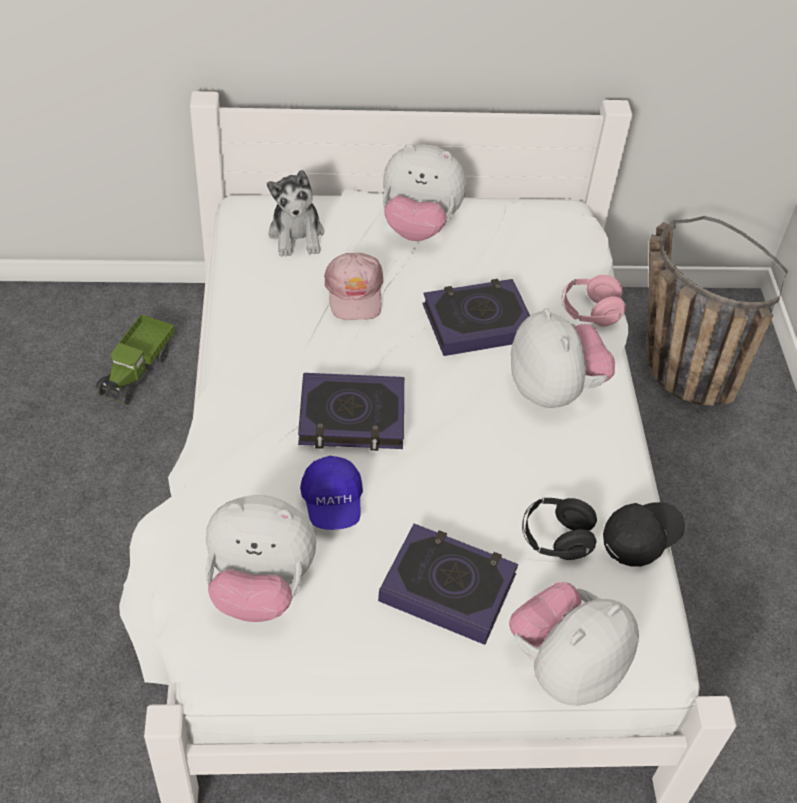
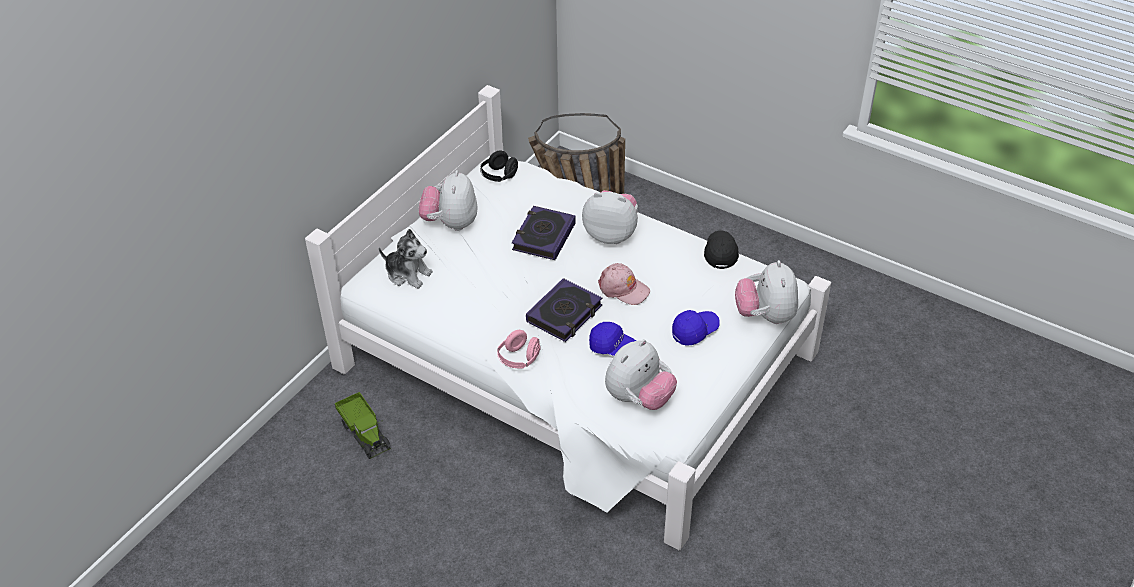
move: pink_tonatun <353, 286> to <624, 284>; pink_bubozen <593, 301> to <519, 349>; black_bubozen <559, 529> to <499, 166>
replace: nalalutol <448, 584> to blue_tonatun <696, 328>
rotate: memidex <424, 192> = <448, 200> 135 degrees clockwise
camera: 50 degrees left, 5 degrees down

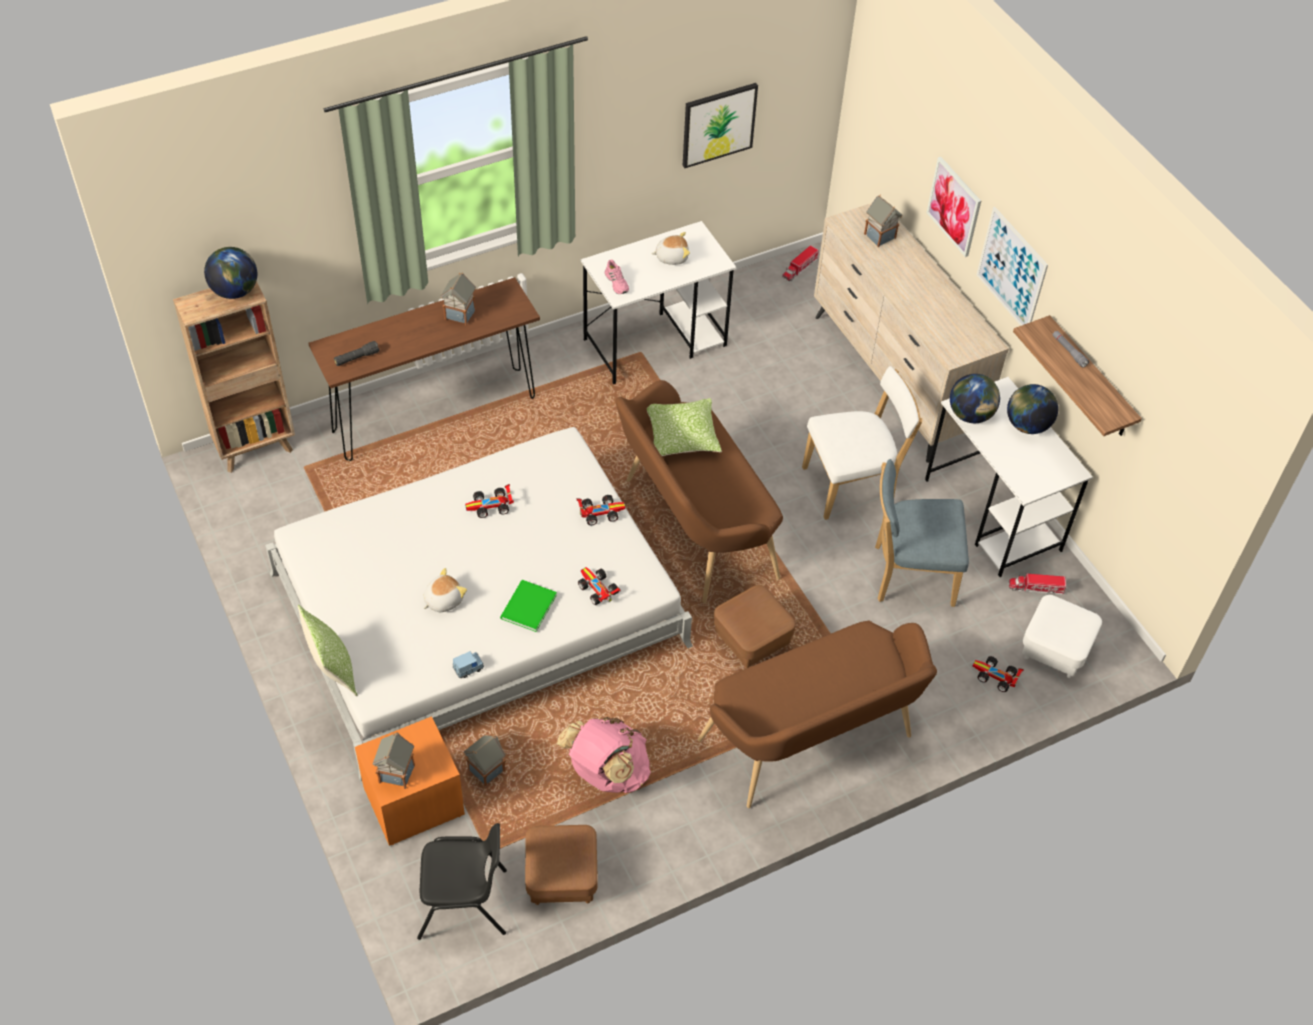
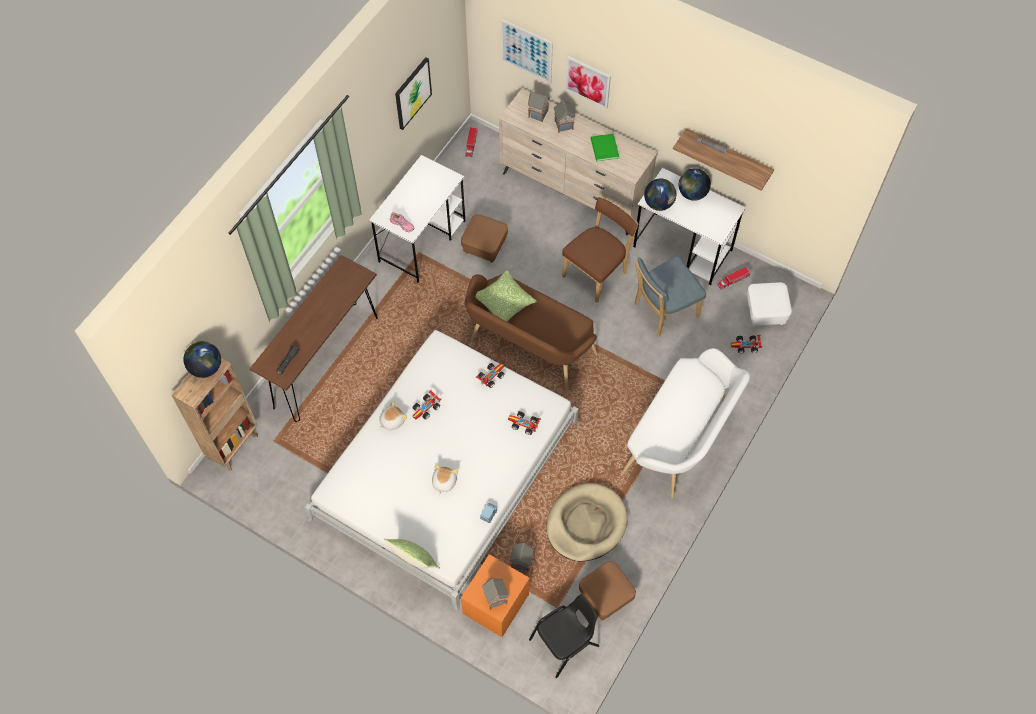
move: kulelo <1012, 266> to <527, 51>; memidex <670, 248> to <393, 415>; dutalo <458, 298> to <565, 116>; green_nalalutol <528, 606> to <605, 147>; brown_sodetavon <754, 626> to <484, 238>
replace: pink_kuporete <604, 755> to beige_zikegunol <587, 522>
recolor: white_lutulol <862, 443> to brown_lutulol <600, 250>; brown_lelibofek <817, 714> to white_lelibofek <685, 423>
camera: 30 degrees left, 10 degrees up

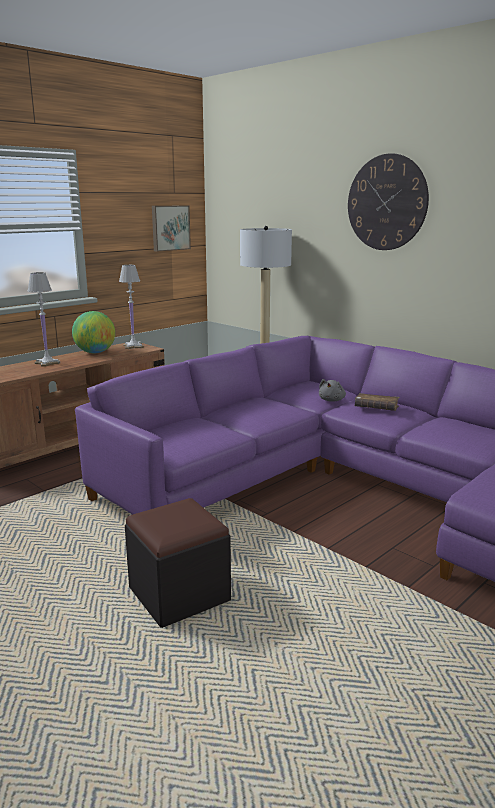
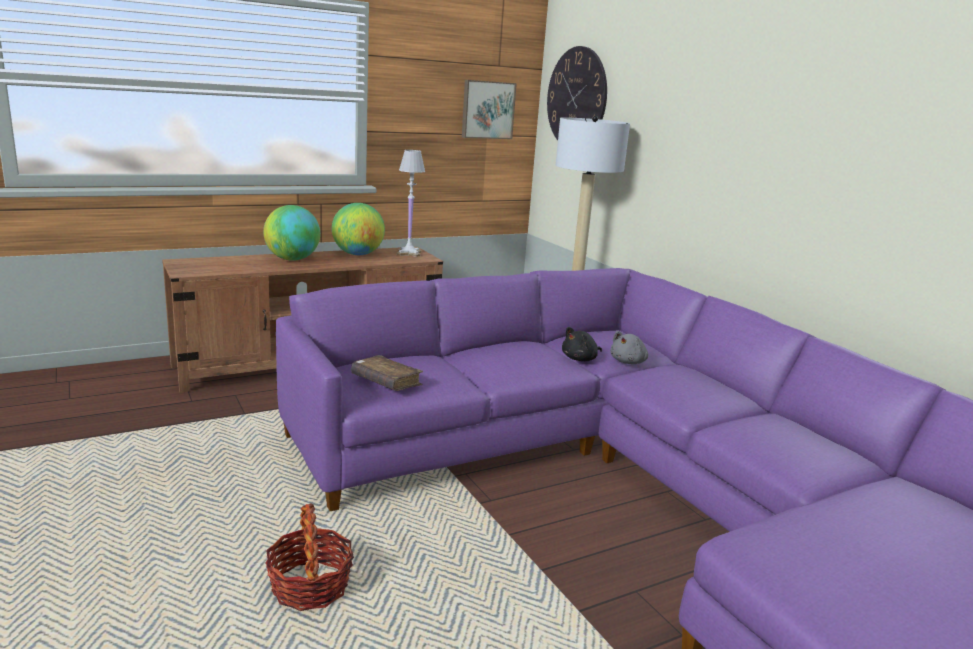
insert: black_memidex <582, 344>
move: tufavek <388, 201> to <577, 93>; brown_nalalutol <377, 402> to <387, 373>
replace: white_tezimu <44, 319> to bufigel <291, 233>; black_sodetavon <178, 563> to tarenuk <310, 557>
camera: 15 degrees right, 0 degrees up

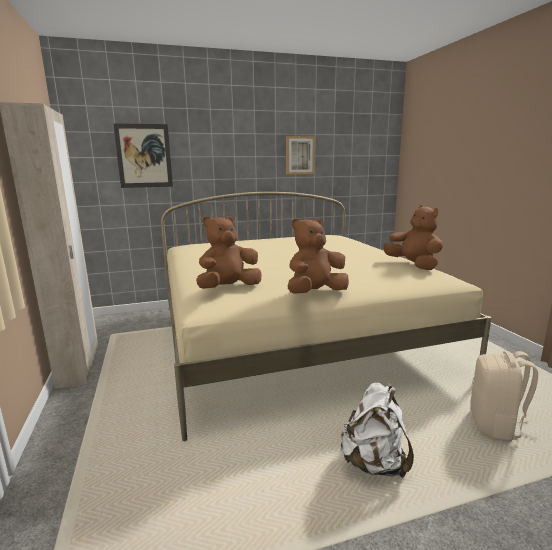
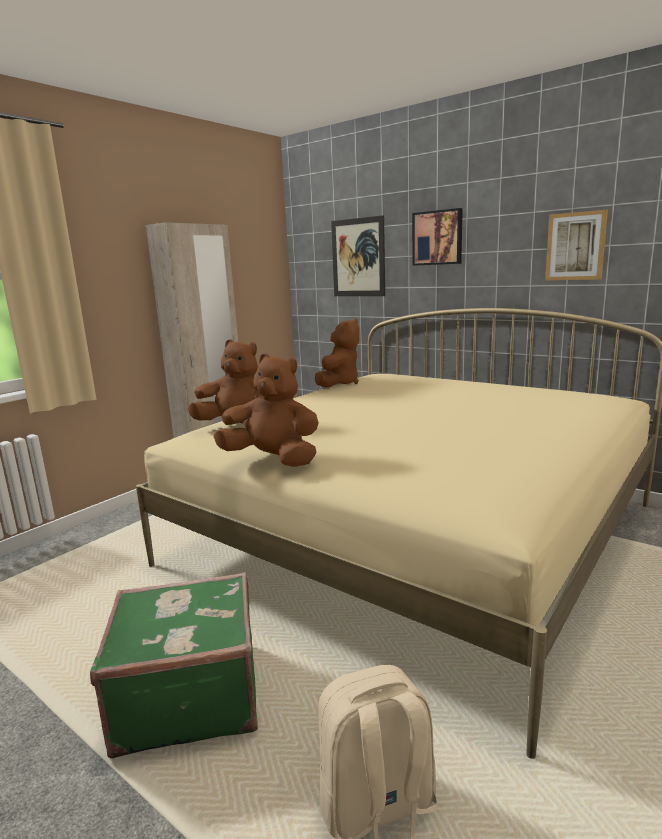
insert: kulelo <437, 237>
move: brown_memidex <413, 237> to <337, 353>
replace: white_kuporete <376, 430> to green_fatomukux <174, 665>
camera: 55 degrees right, 0 degrees up

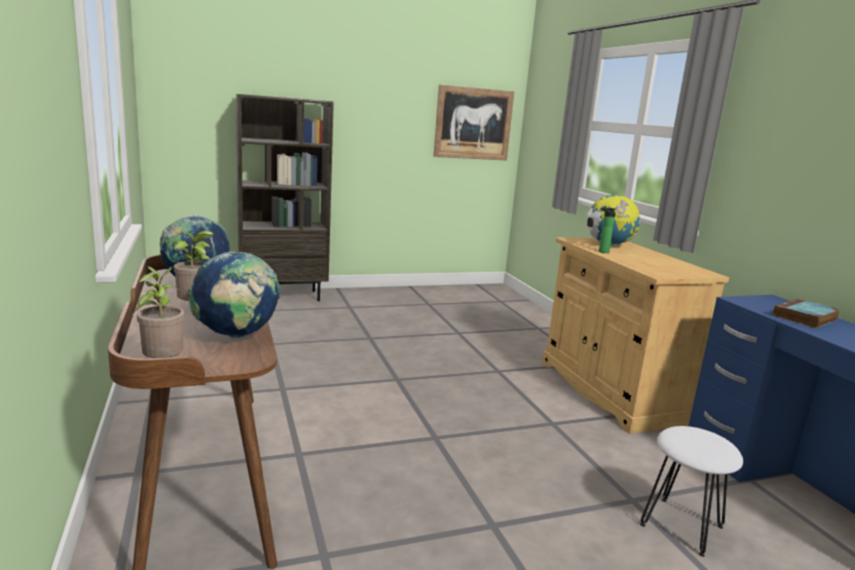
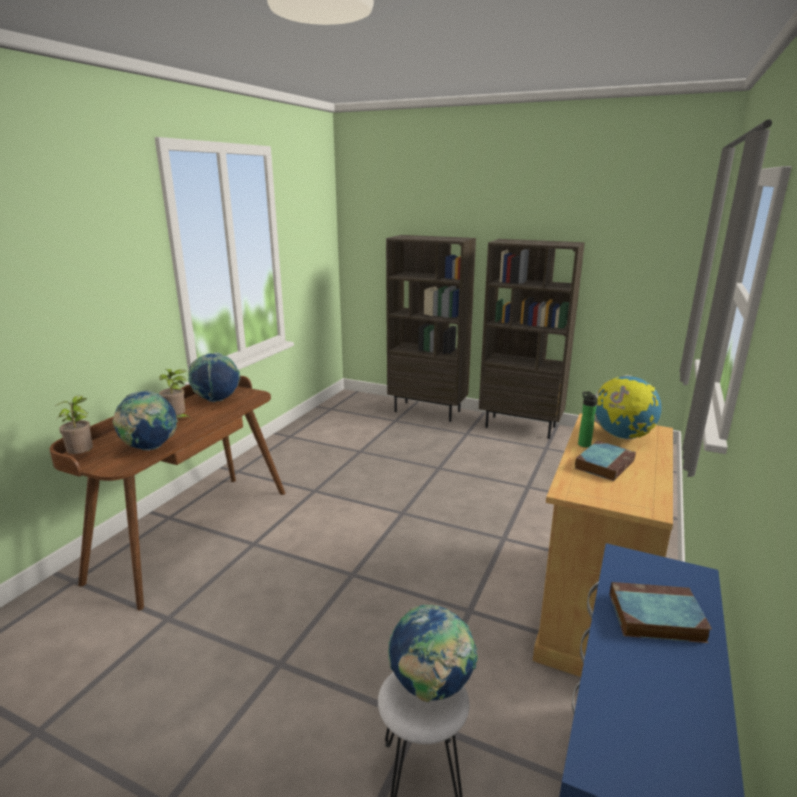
delete: kulelo <473, 122>
insert: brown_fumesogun <532, 339>; nalalutol <605, 461>; bufigel <433, 653>
camera: 45 degrees right, 5 degrees up

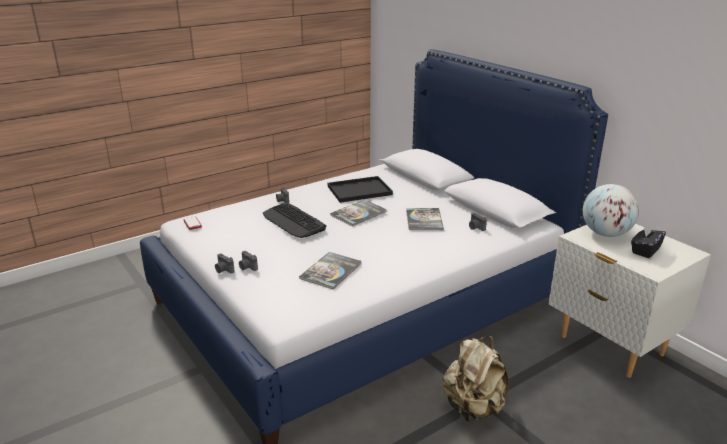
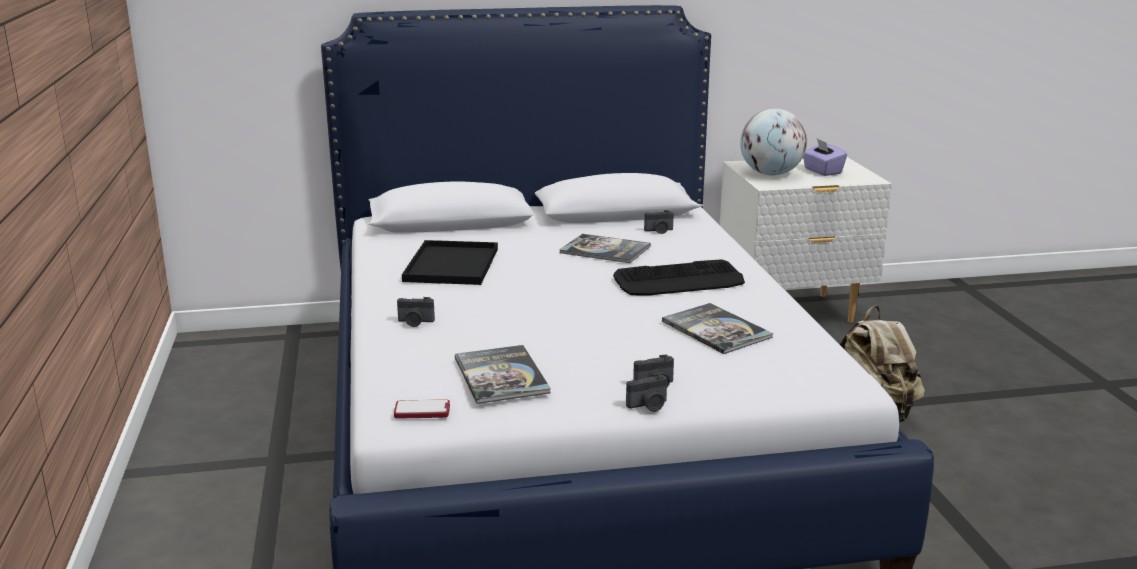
move: nalalutol <358, 213> to <503, 374>; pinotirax <294, 220> to <679, 277>
recolor: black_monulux <648, 240> to purple_monulux <825, 157>
camera: 65 degrees left, 5 degrees down

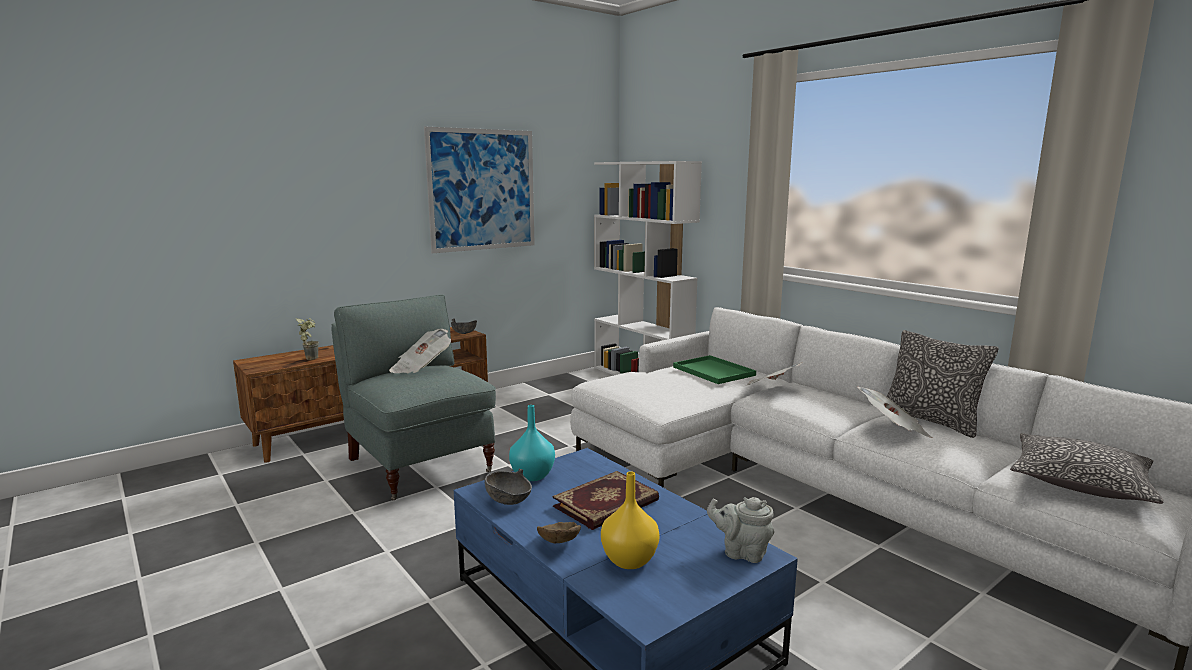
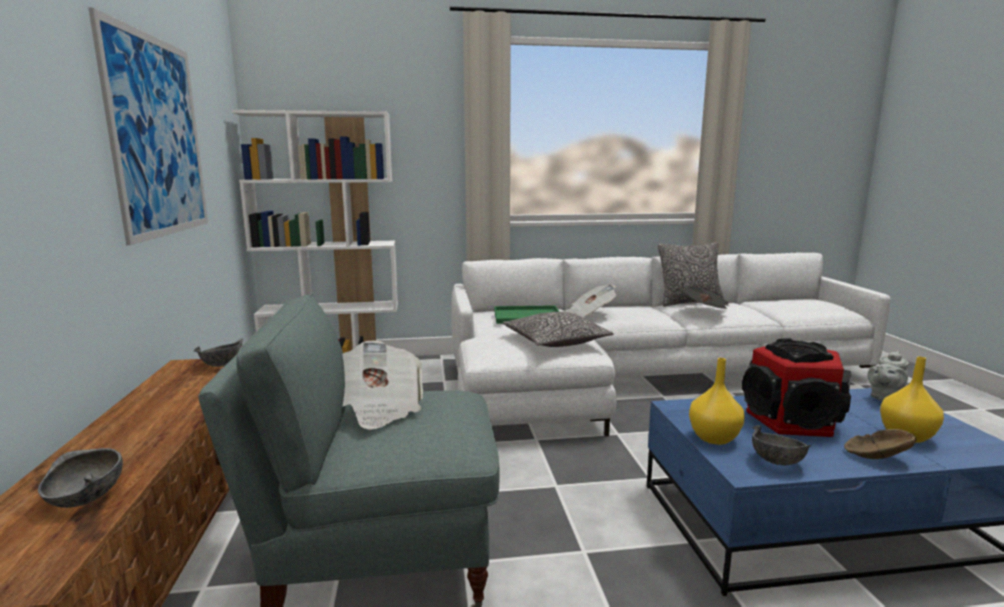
move: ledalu <1086, 468> to <558, 329>
replace: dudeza <307, 339> to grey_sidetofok <80, 478>; nalalutol <606, 500> to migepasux <797, 387>
recolor: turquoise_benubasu <532, 443> to yellow_benubasu <717, 401>
camera: 60 degrees left, 0 degrees up

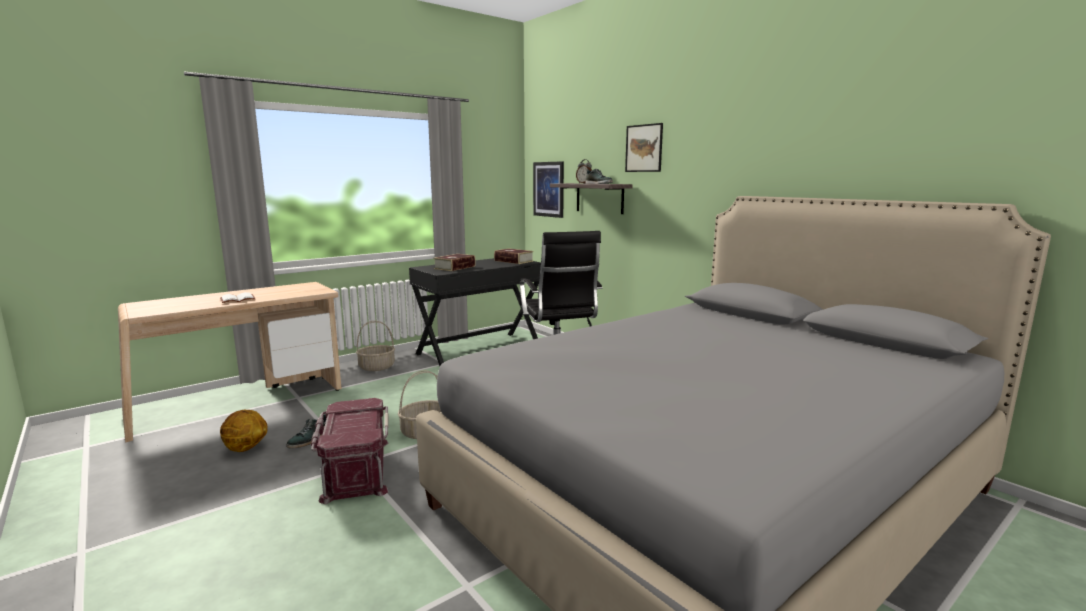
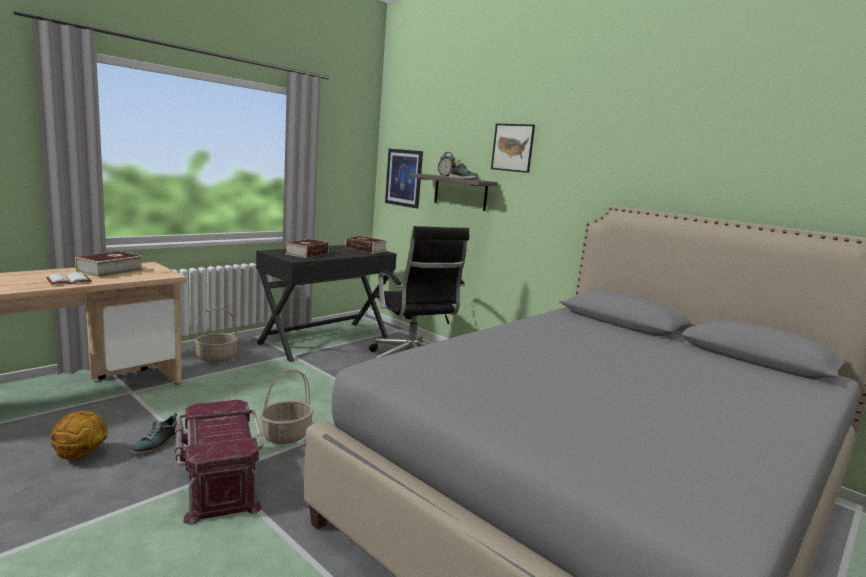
insert: nalalutol <109, 264>
camera: 10 degrees left, 0 degrees up

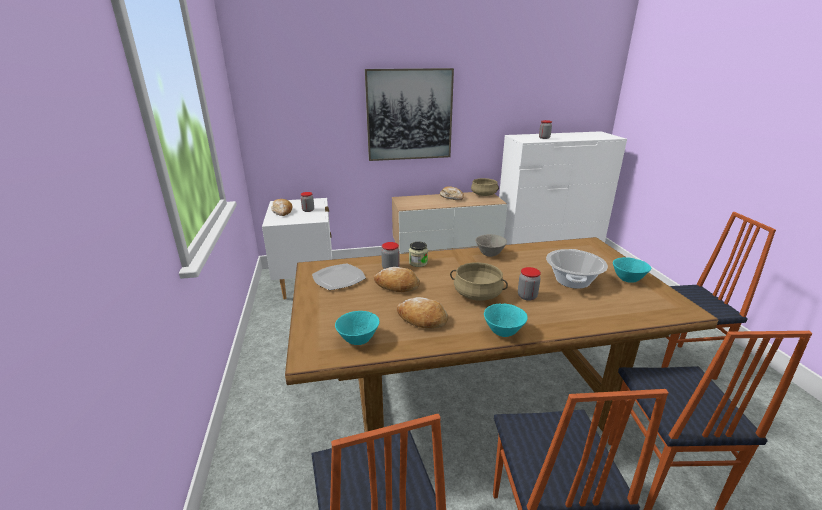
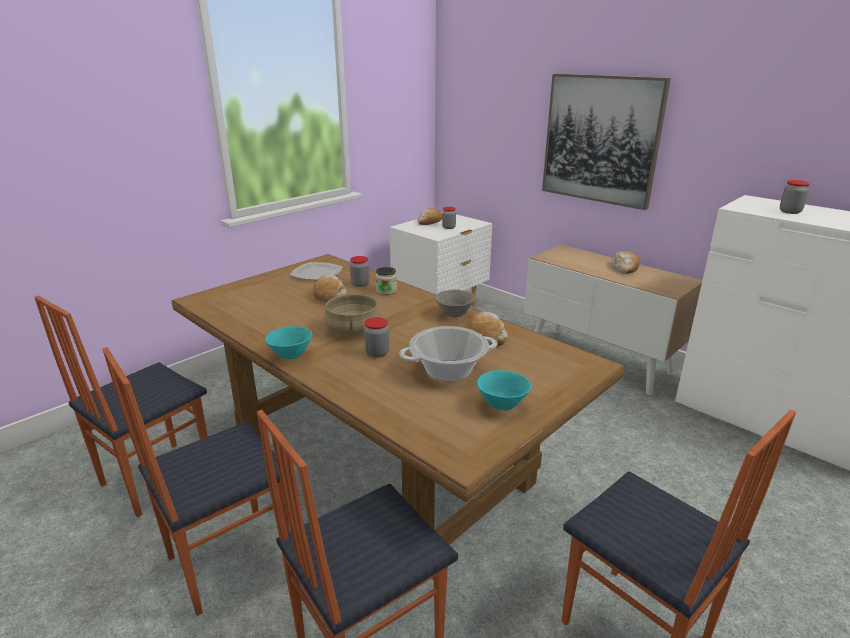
delete: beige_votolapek <485, 187>; turquoise_sidetofok <357, 328>
move: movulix <422, 312> to <488, 329>
camera: 55 degrees right, 0 degrees up

